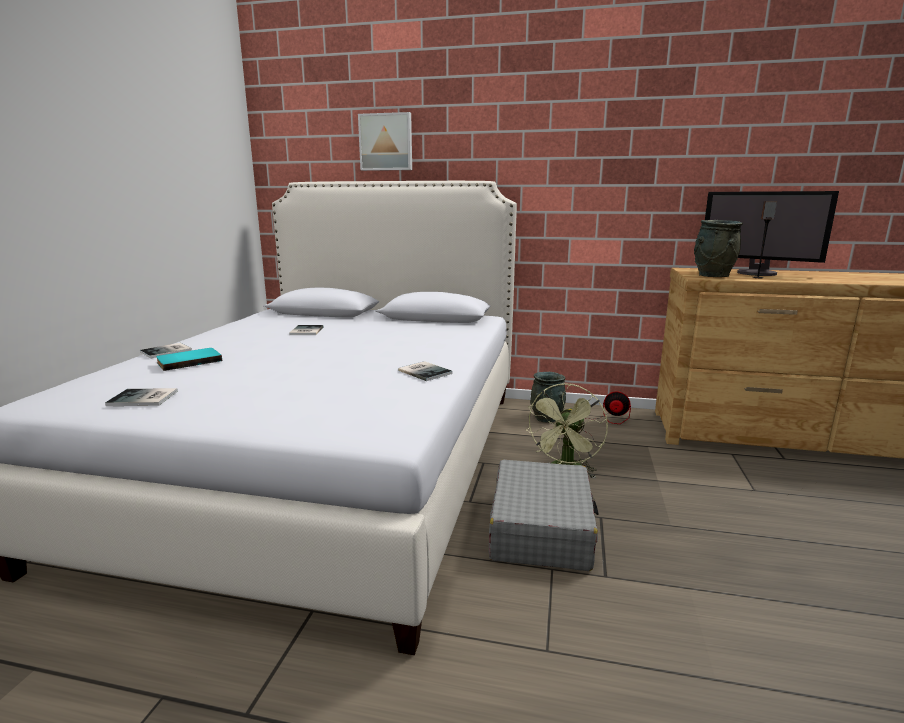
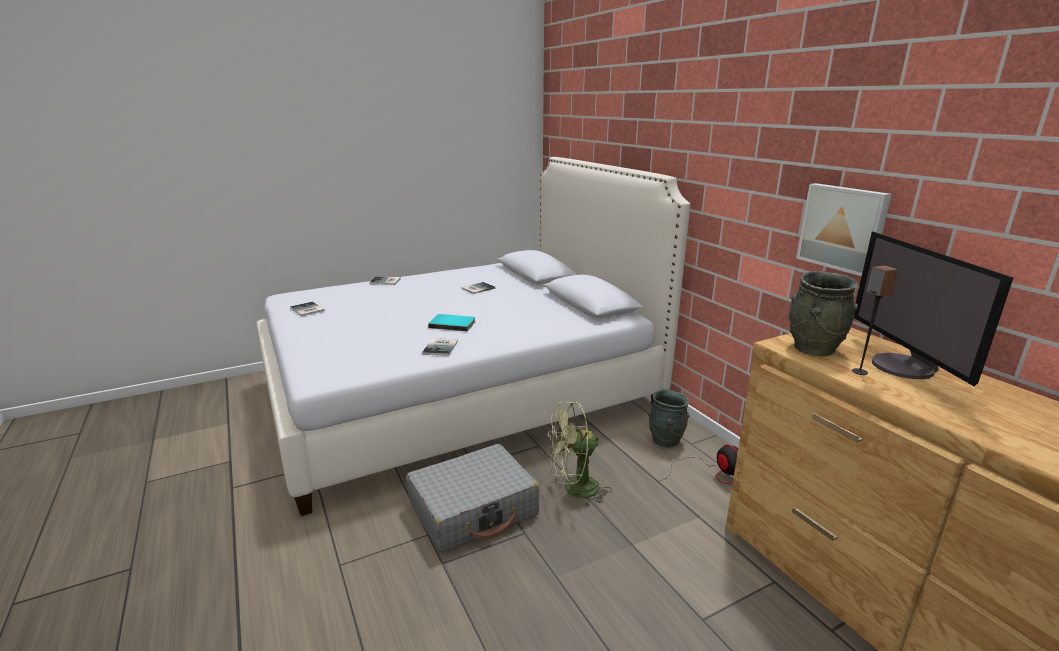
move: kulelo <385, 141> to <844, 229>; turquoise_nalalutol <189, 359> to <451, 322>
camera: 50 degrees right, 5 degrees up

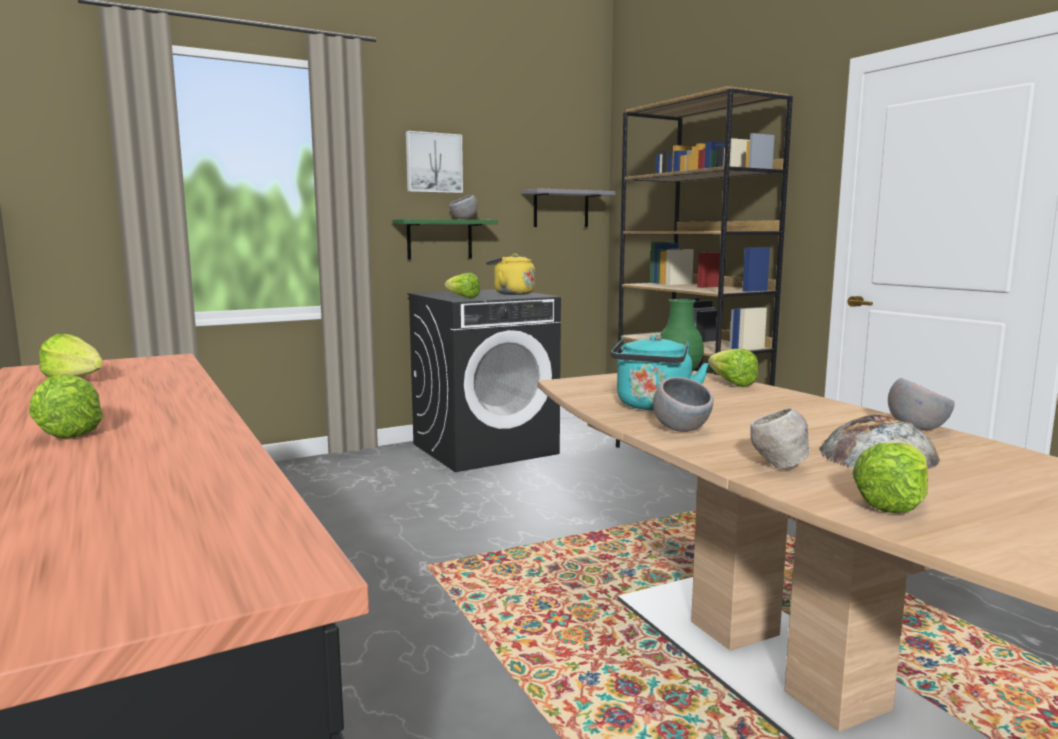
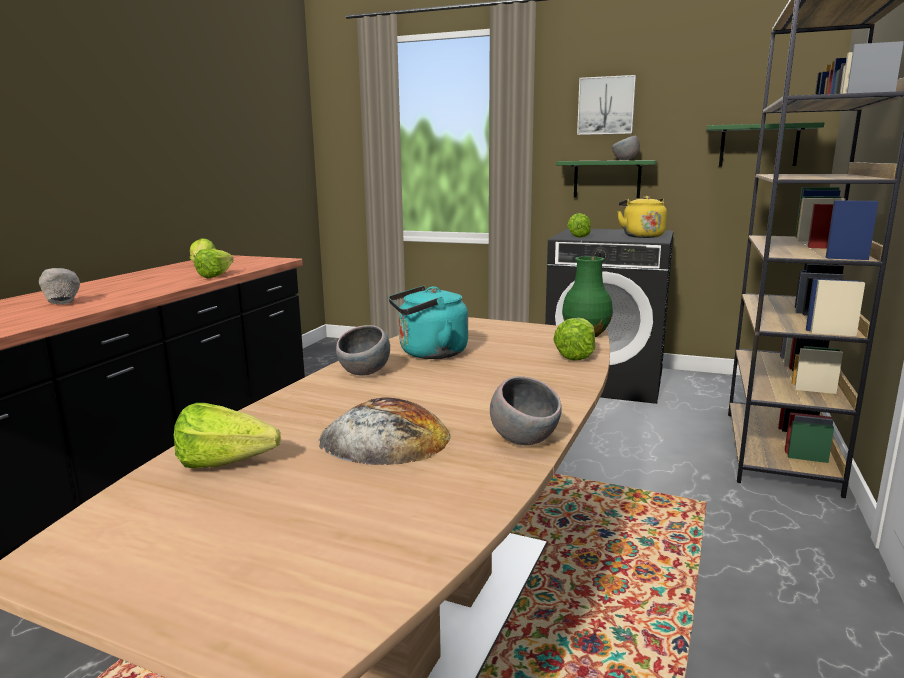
move: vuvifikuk <66, 406> to <213, 263>; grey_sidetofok <780, 438> to <59, 286>
recolor: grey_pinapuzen <569, 207> to green_pinapuzen <765, 144>
camera: 50 degrees right, 5 degrees up

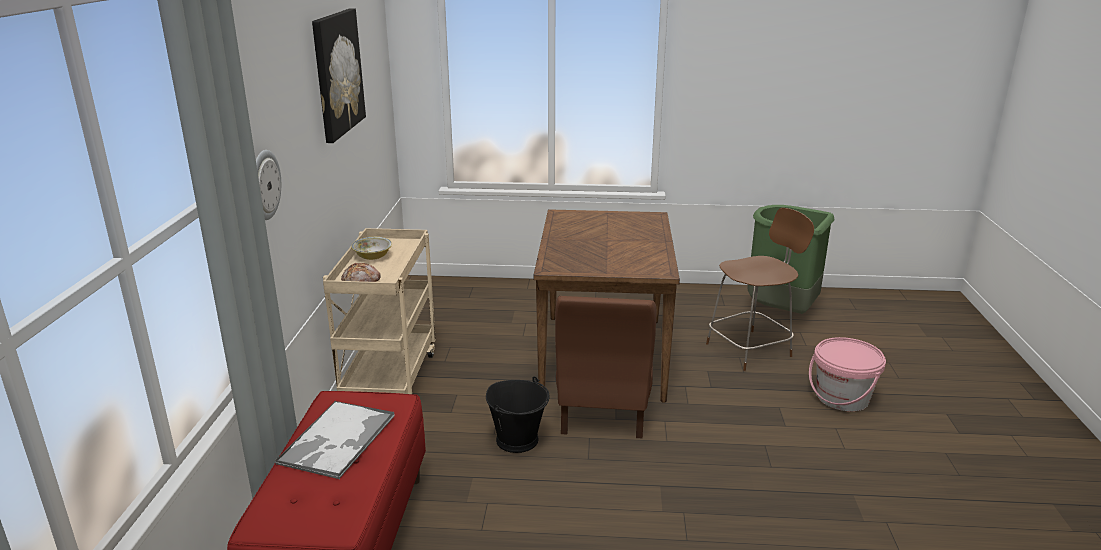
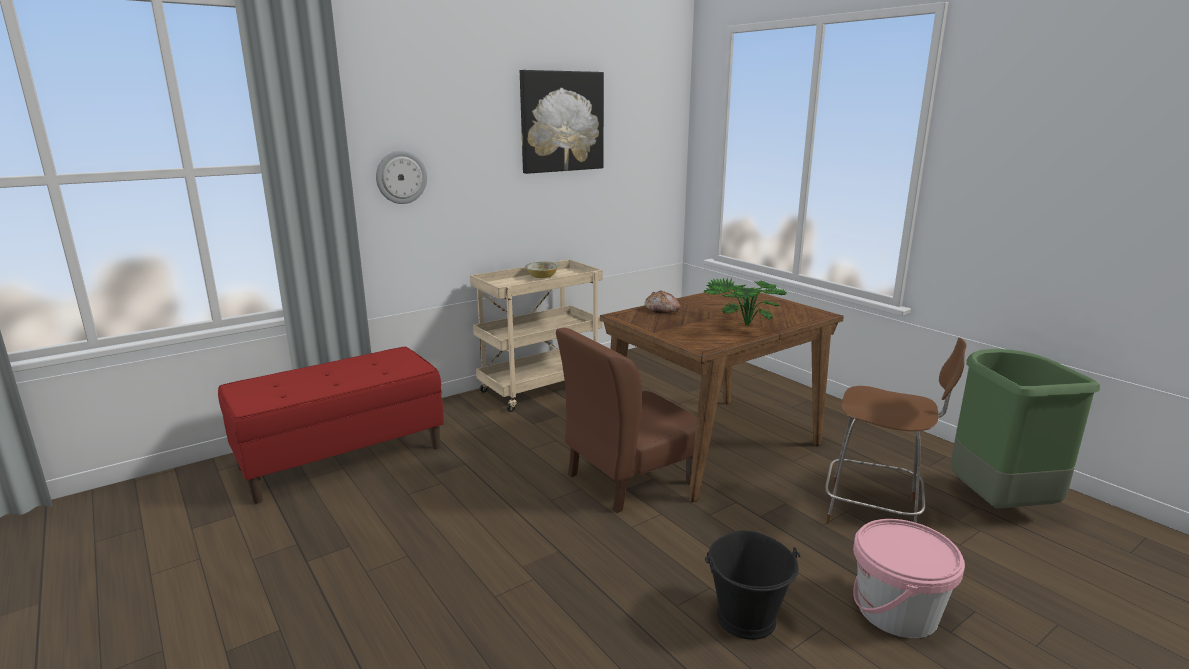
delete: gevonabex <335, 439>
insert: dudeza <745, 301>
move: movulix <361, 272> to <662, 302>; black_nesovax <518, 415> to <752, 585>
camera: 50 degrees right, 5 degrees down

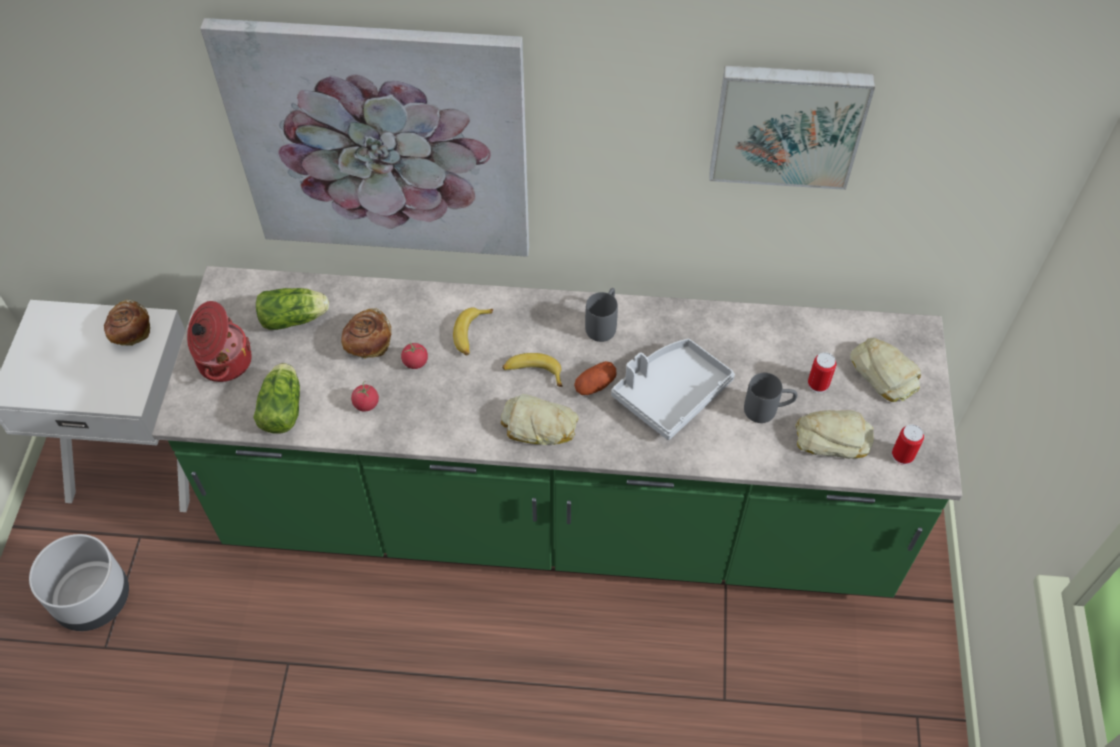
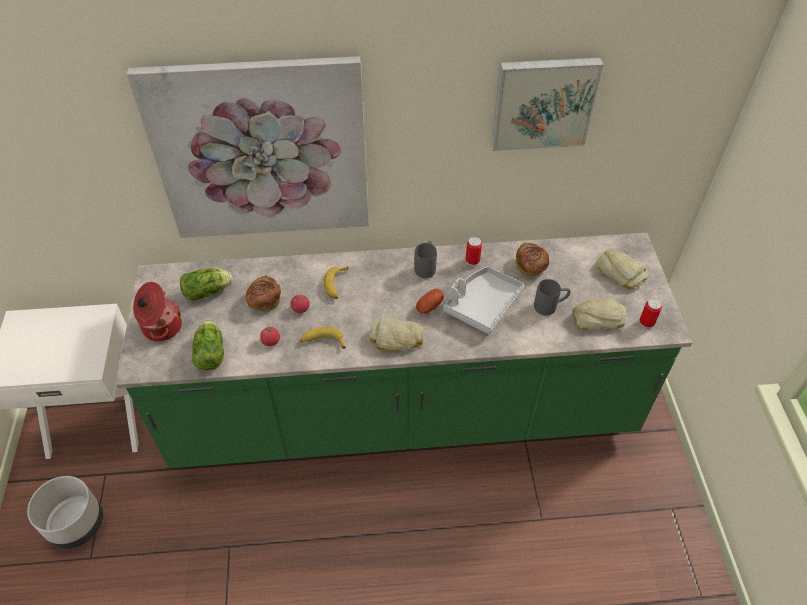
move: movulix <127, 322> to <532, 259>; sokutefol <822, 372> to <474, 251>; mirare <532, 370> to <323, 338>
camera: 10 degrees left, 5 degrees down

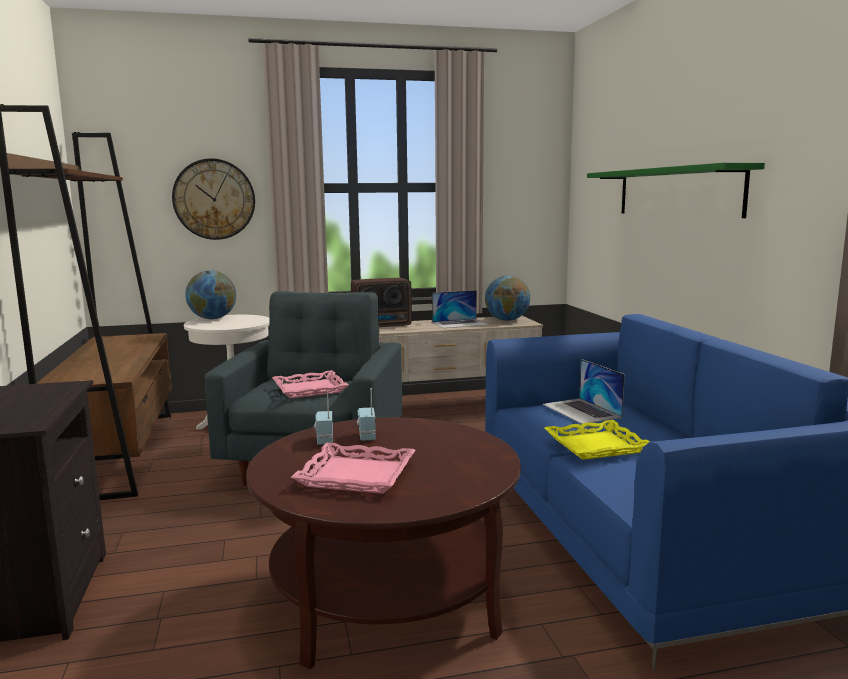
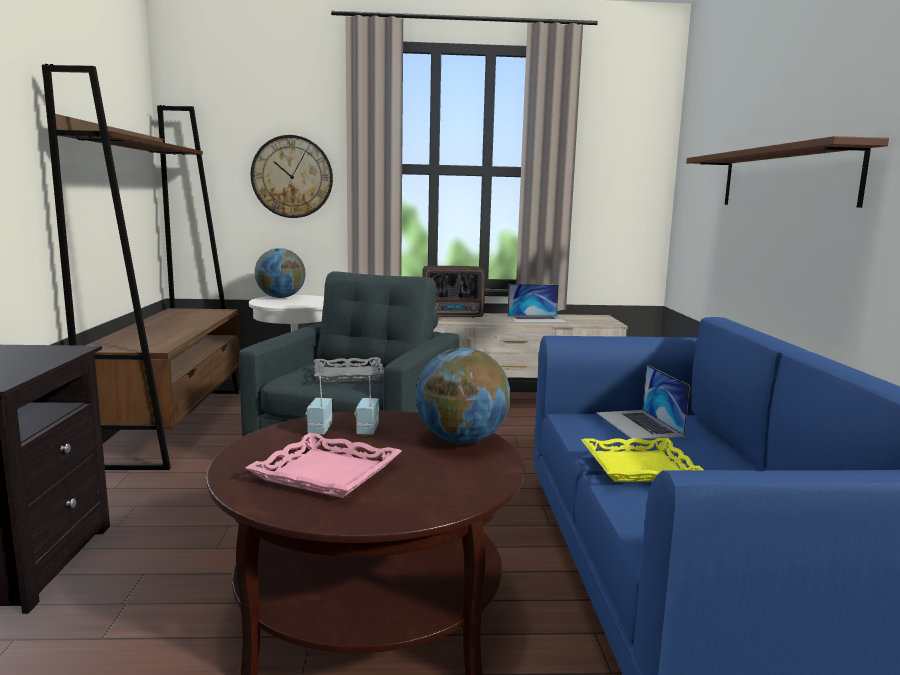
move: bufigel <507, 298> to <463, 396>
recolor: green_pinapuzen <676, 190> to brown_pinapuzen <787, 172>; pink_gevonabex <310, 384> to grey_gevonabex <349, 370>
camera: 10 degrees right, 0 degrees up

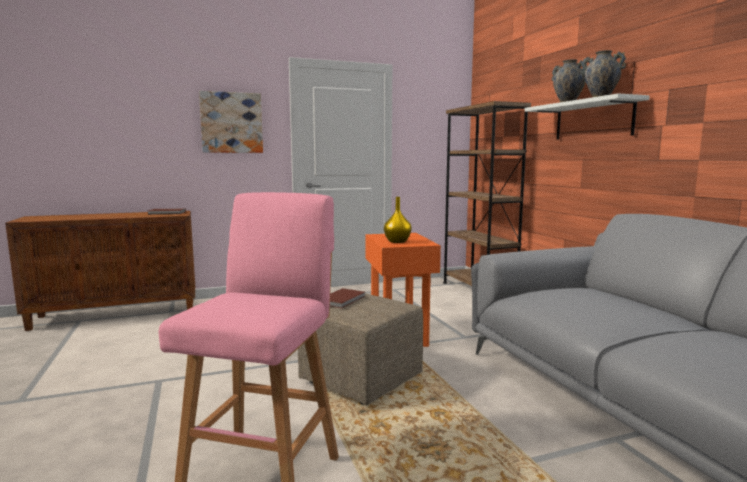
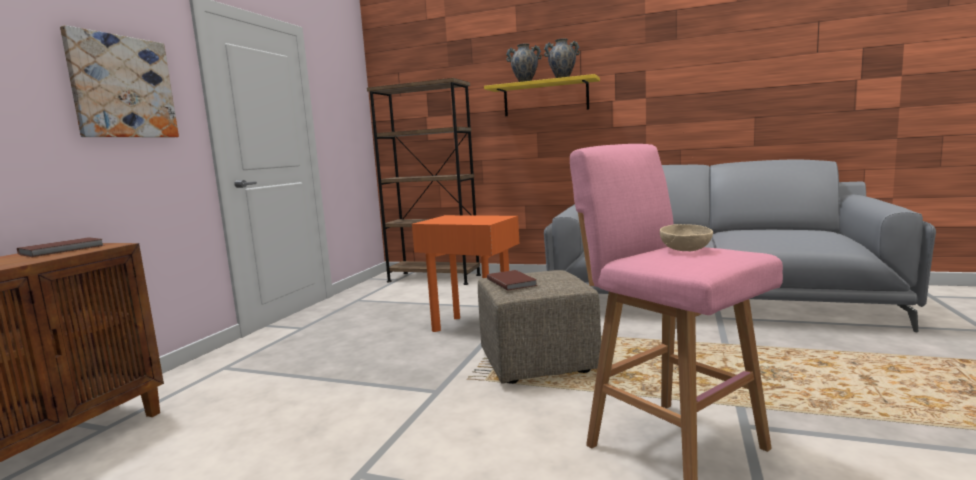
delete: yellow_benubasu <397, 220>
insert: beige_sidetofok <686, 237>
recolor: white_pinapuzen <587, 116> to yellow_pinapuzen <542, 95>
camera: 50 degrees left, 0 degrees up

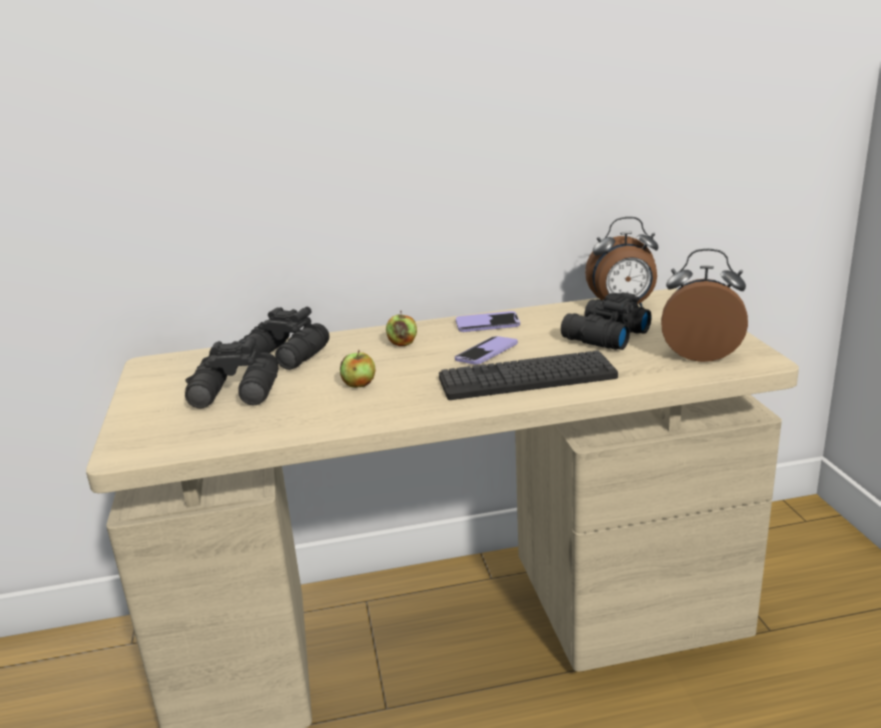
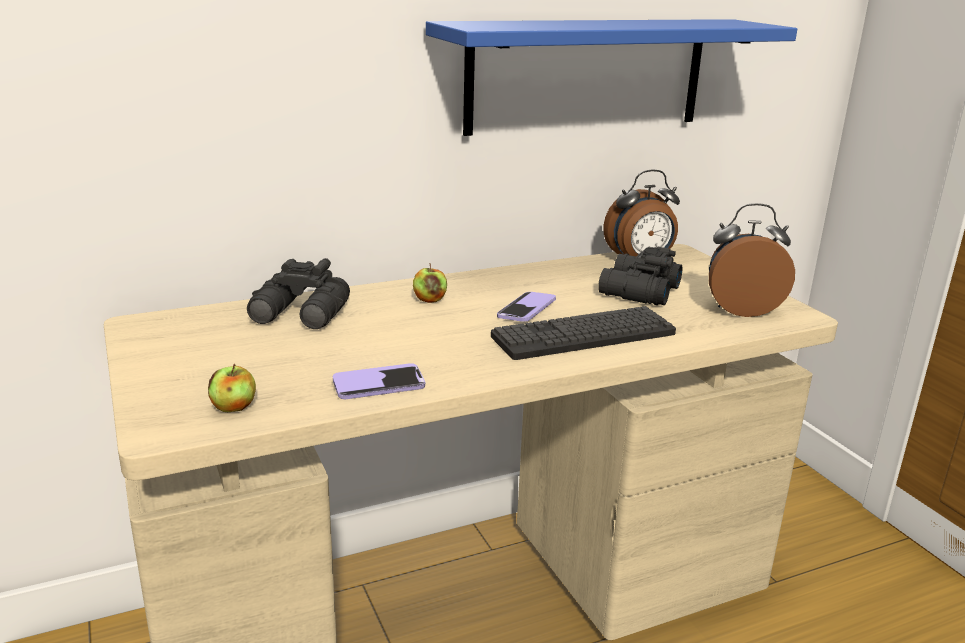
delete: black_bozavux <231, 372>
insert: blue_pinapuzen <611, 77>
move: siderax <488, 321> to <379, 381>; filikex <357, 369> to <232, 388>
camera: 15 degrees left, 0 degrees up

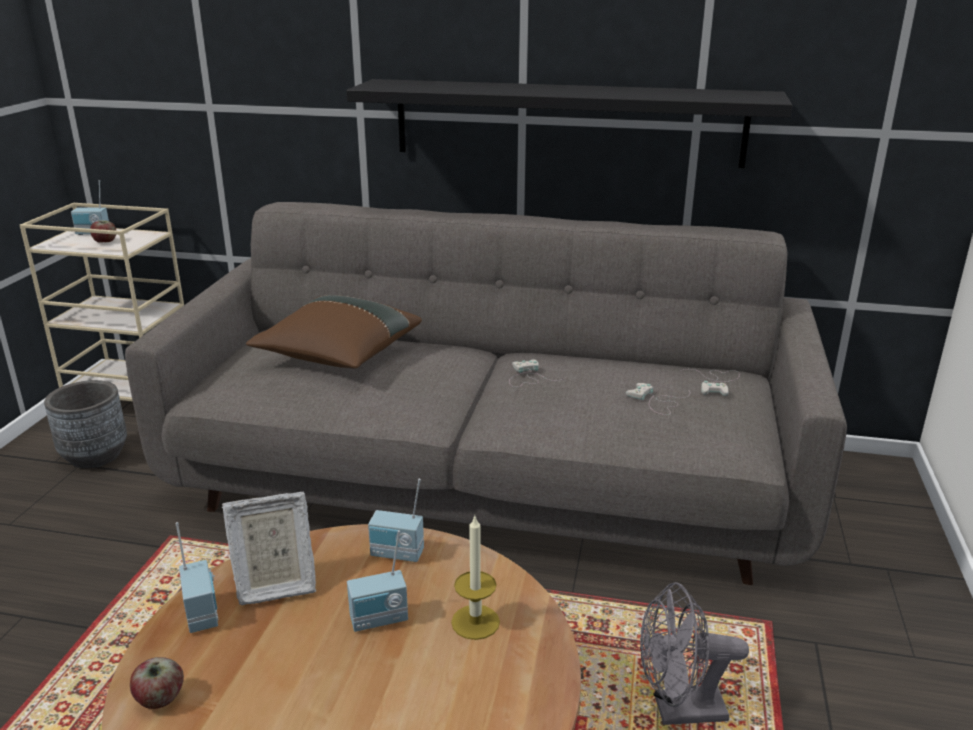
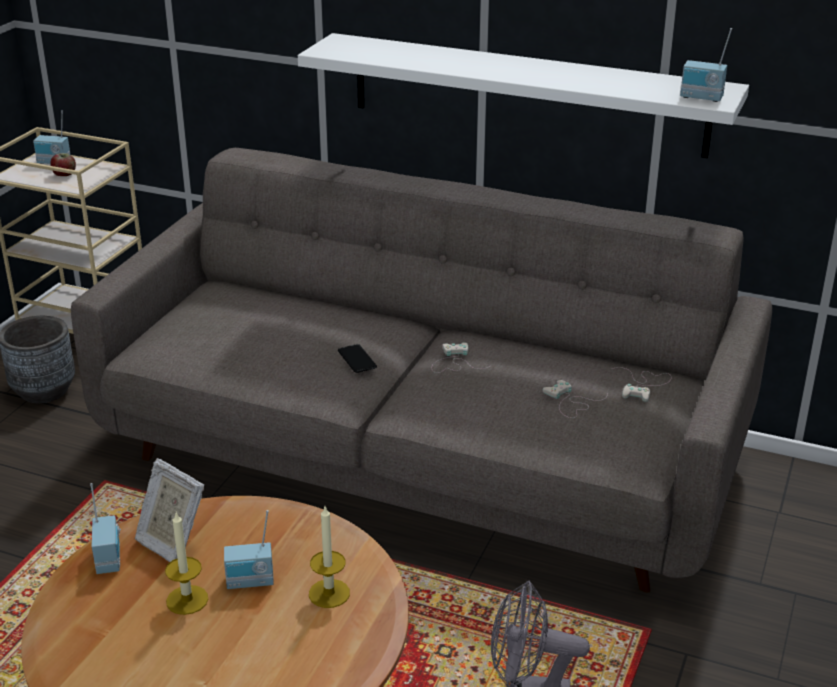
delete: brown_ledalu <334, 331>; filikex <157, 683>
insert: siderax <357, 358>; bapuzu <186, 564>
move: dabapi <396, 520> to <706, 65>
recolor: black_pinapuzen <569, 123> to white_pinapuzen <523, 95>
rotate: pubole <269, 548> = <169, 510> 45 degrees clockwise
camera: 10 degrees right, 5 degrees up

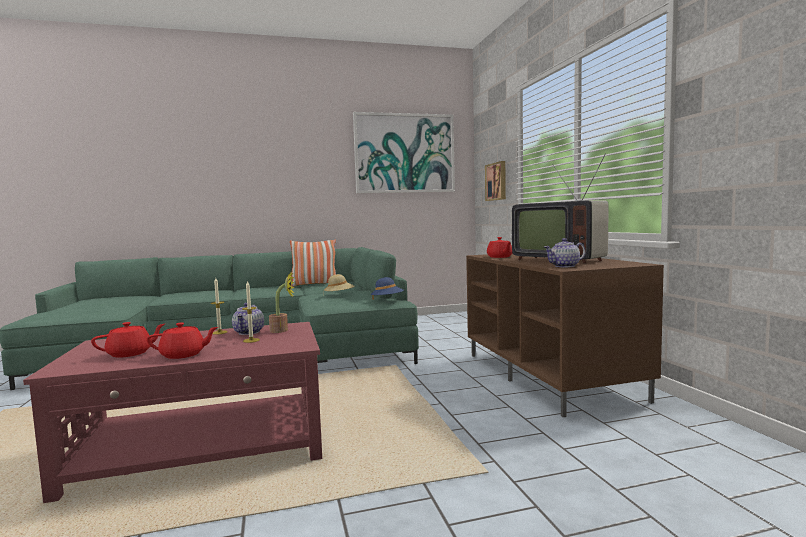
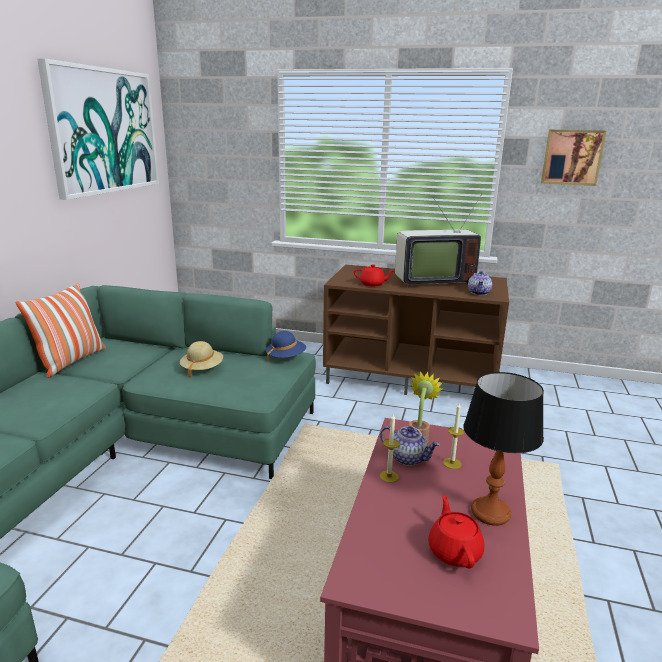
move: kulelo <495, 181> to <573, 158>
replace: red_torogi <182, 340> to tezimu <504, 449>
camera: 60 degrees left, 15 degrees up

